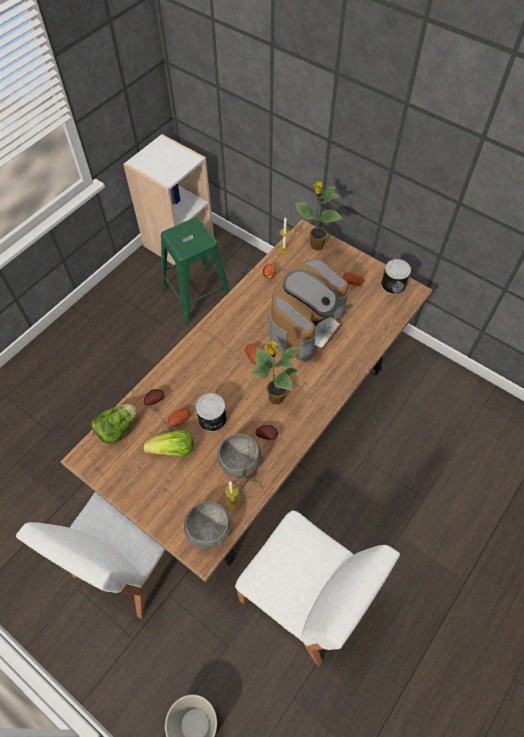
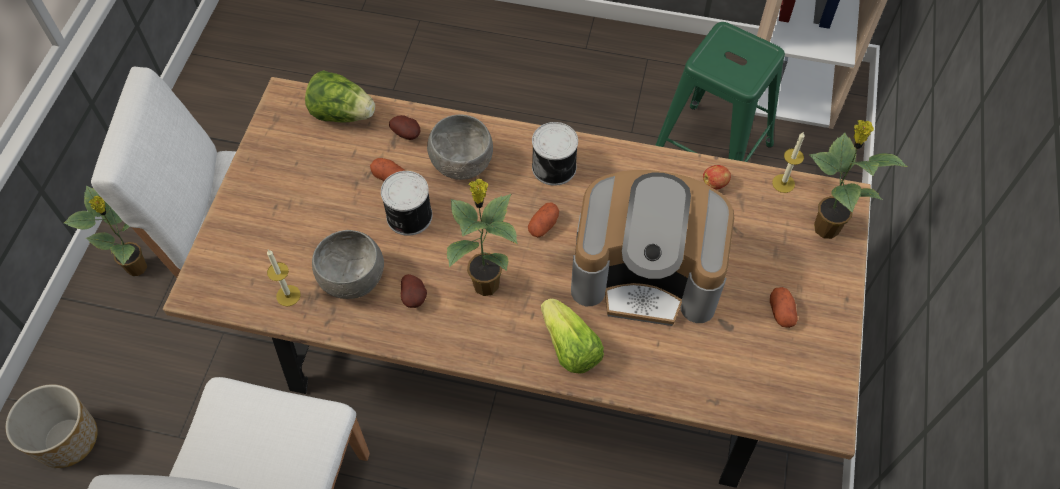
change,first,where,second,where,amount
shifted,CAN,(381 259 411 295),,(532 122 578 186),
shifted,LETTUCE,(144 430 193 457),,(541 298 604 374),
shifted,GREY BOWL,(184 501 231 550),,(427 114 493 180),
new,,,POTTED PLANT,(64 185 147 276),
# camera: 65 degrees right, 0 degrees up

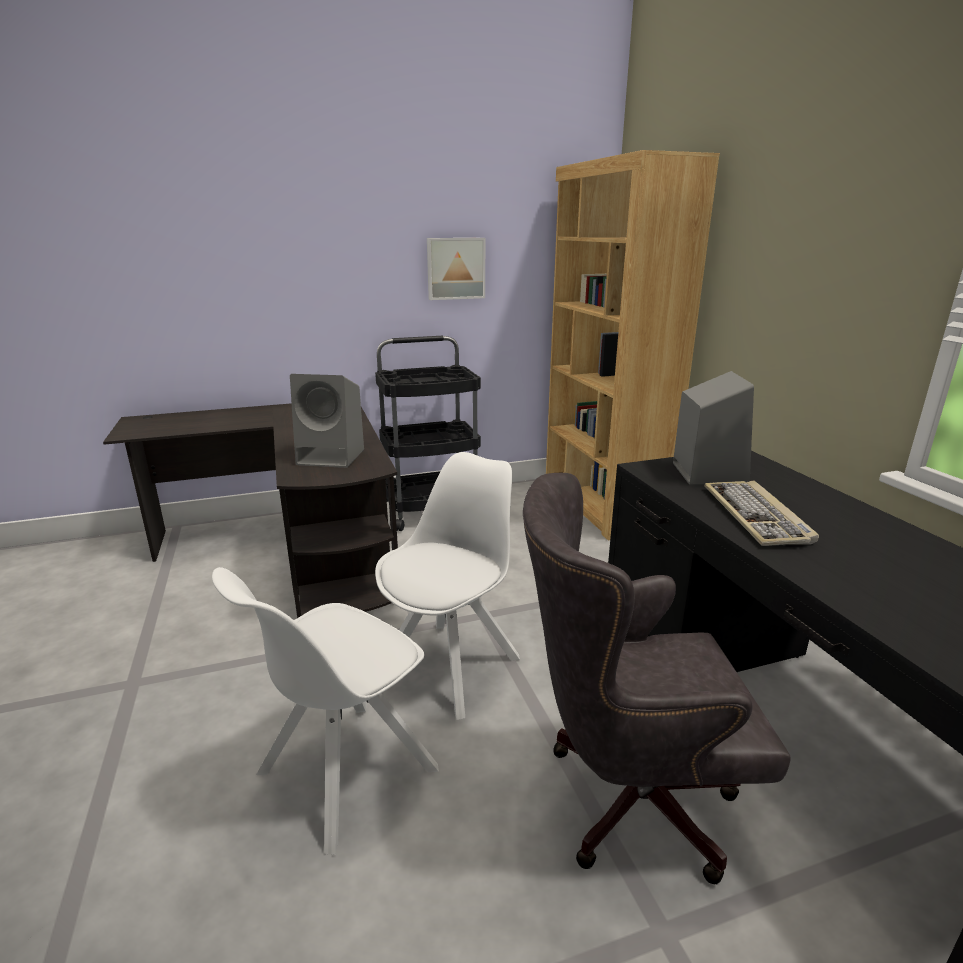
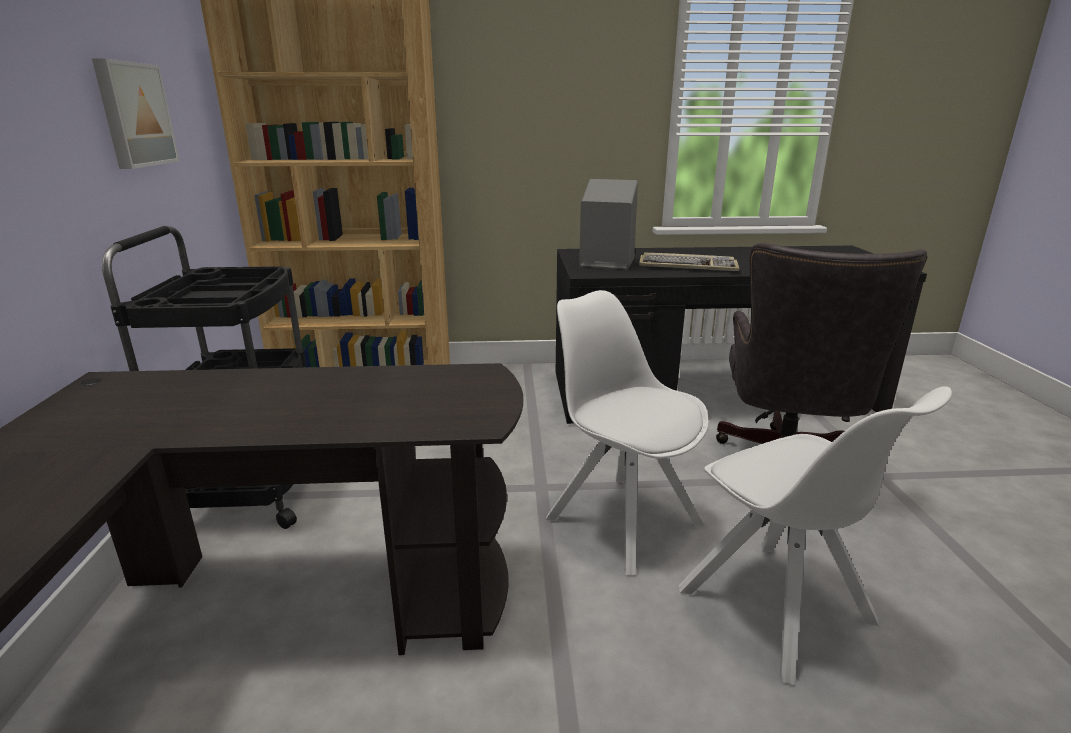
change,first,where,second,where,amount
gone,GREY SPEAKER,(290 374 364 468),,,
# camera: 75 degrees left, 0 degrees up

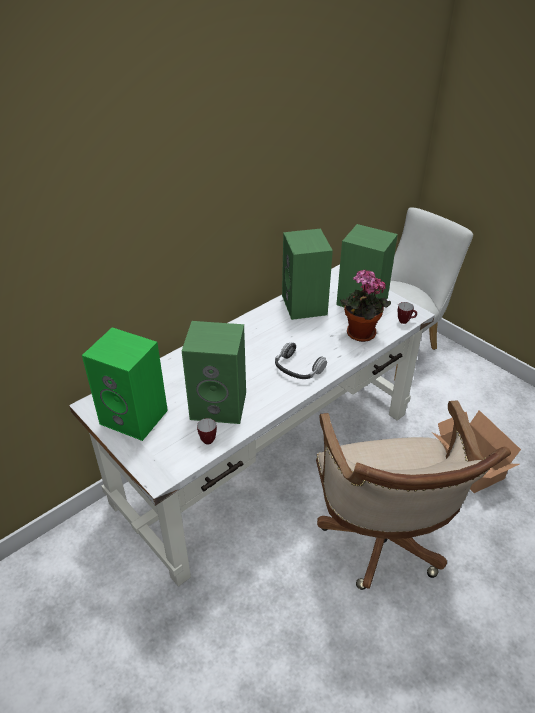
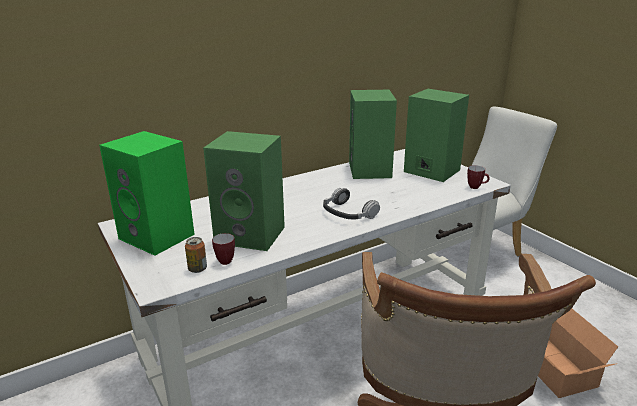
change,first,where,second,where,amount
gone,POTTED PLANT,(340 269 391 342),,,
new,,,CAN,(185 237 207 273),
# camera: 10 degrees right, 15 degrees down

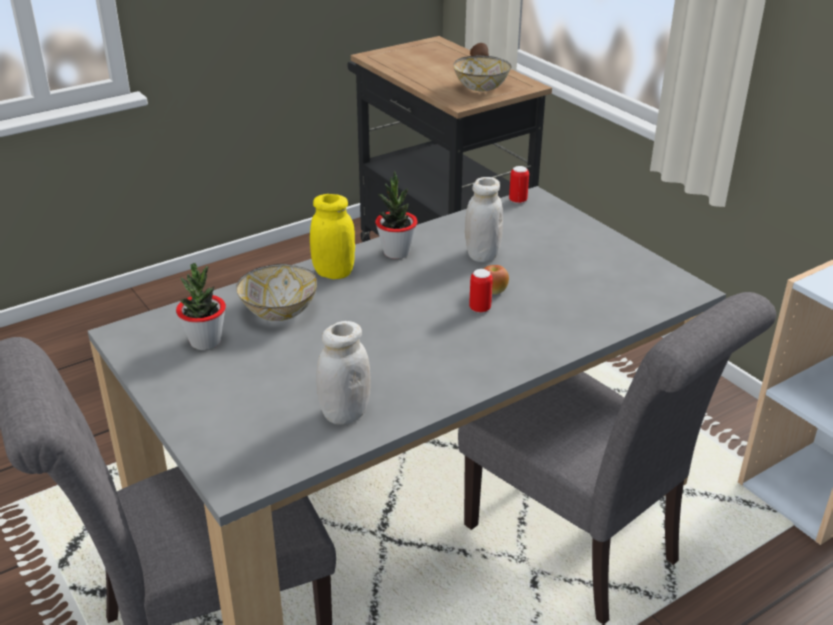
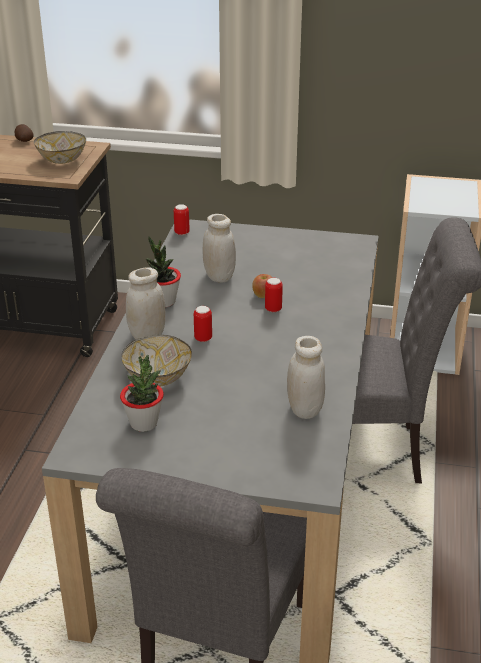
change,first,where,second,where,amount
repainted,YELLOW JAR,(310 194 355 279),WHITE JAR,(126 267 165 340),
new,,,CAN,(194 306 212 342),
# camera: 45 degrees left, 0 degrees up

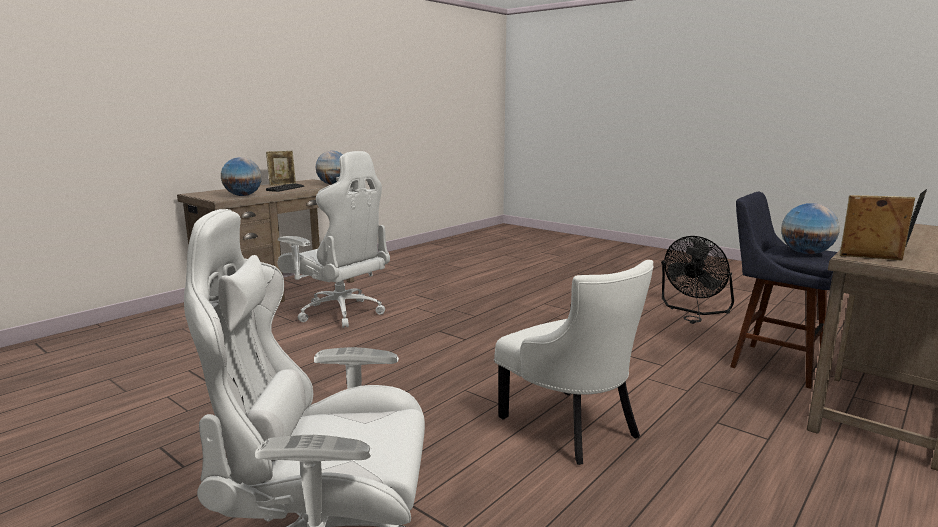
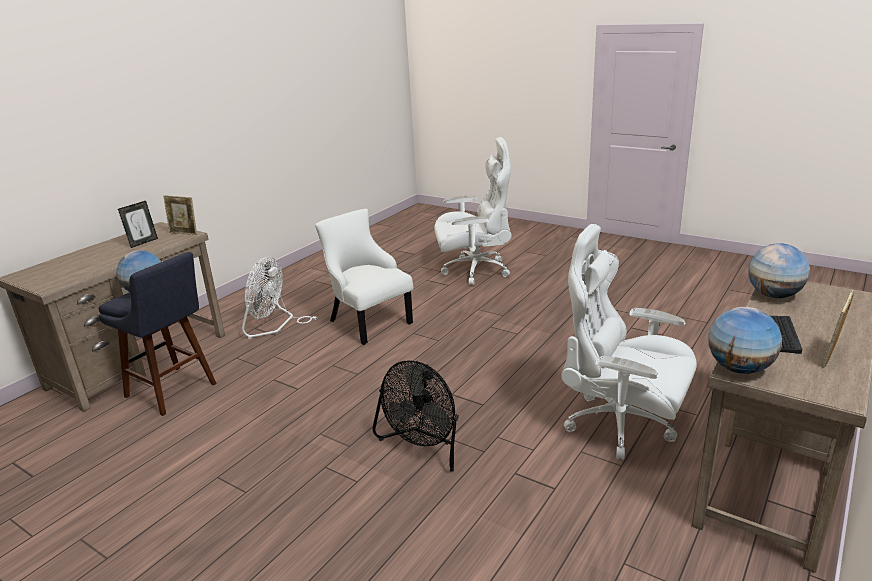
change,first,where,second,where,amount
shifted,BLACK FAN,(661 236 734 324),,(372 360 459 471),
new,,,WHITE FAN,(242 257 317 339),
# camera: 175 degrees right, 10 degrees up

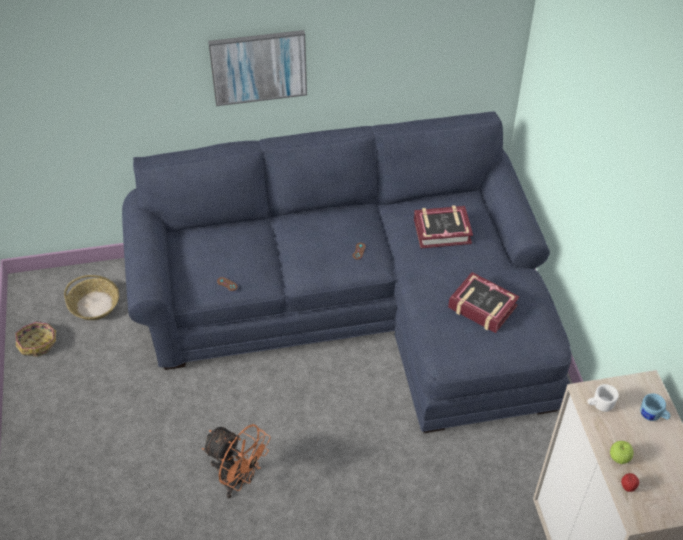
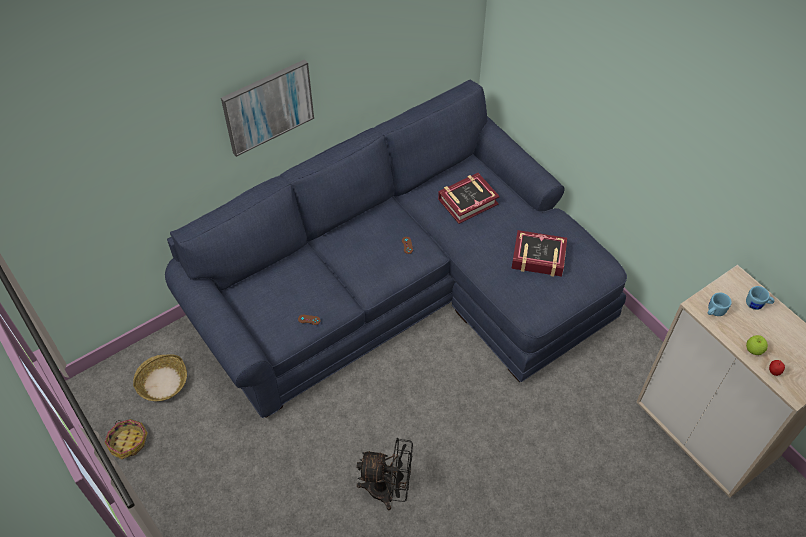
change,first,where,second,where,amount
repainted,WHITE MUG,(587 384 618 412),BLUE MUG,(707 293 732 316),
repainted,ORANGE FAN,(202 424 271 498),BLACK FAN,(356 438 413 510),
# camera: 25 degrees left, 5 degrees up

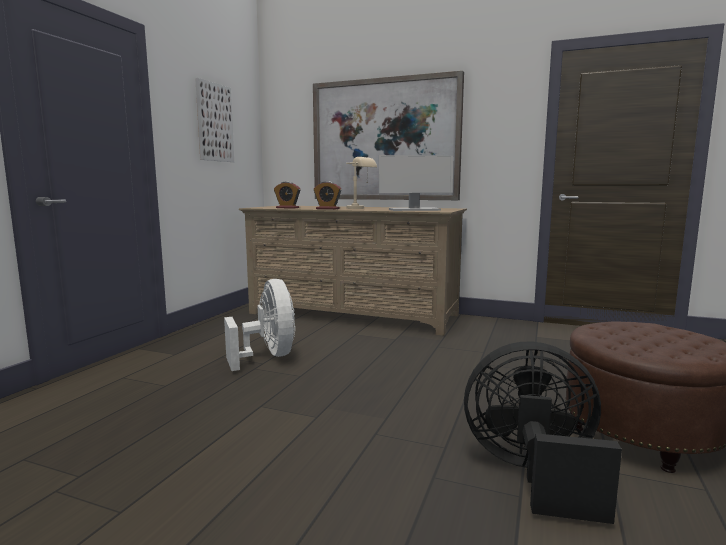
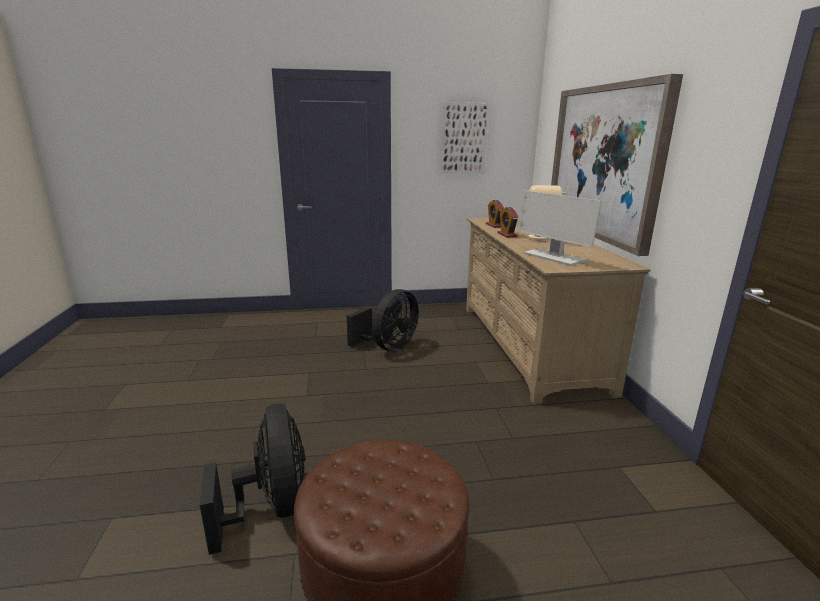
change,first,where,second,where,amount
repainted,WHITE FAN,(224 279 295 371),BLACK FAN,(347 289 419 351),
# camera: 60 degrees right, 10 degrees up

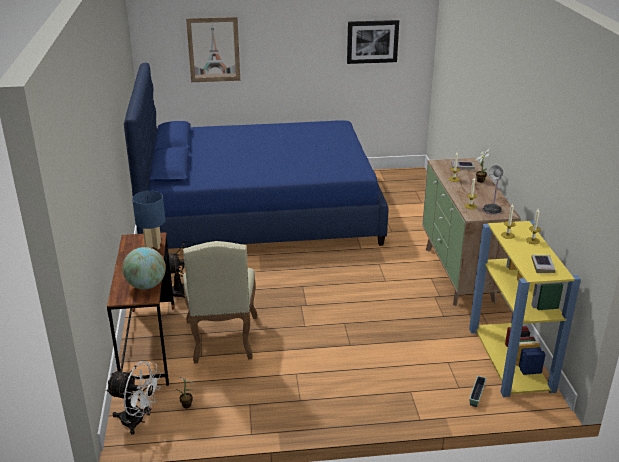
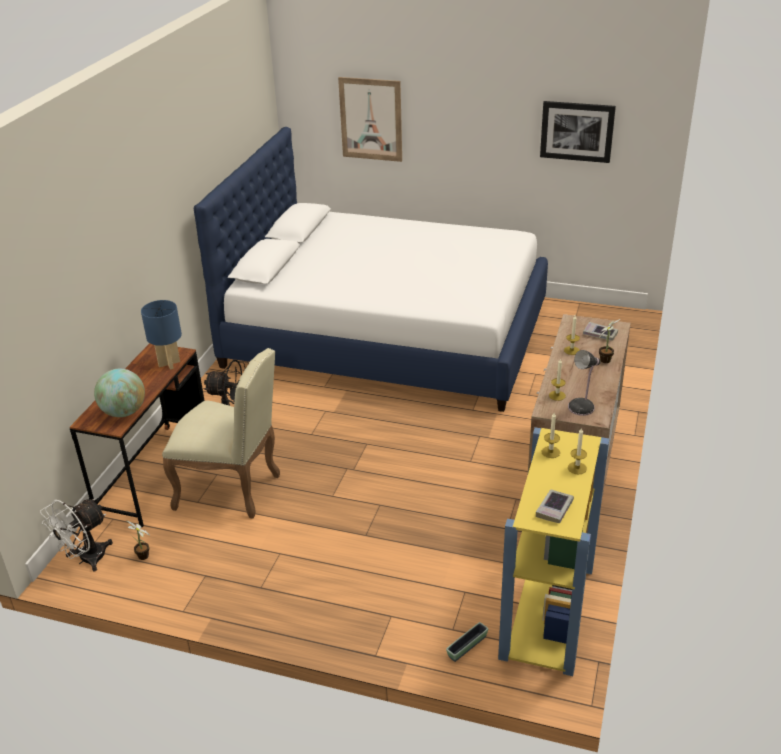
change,first,where,second,where,amount
repainted,BLUE BED,(124 63 388 249),WHITE BED,(194 127 548 412),
rotated,BEIGE CHAIR,(183 241 257 363),,(162 348 280 519),90 degrees counterclockwise
rotated,WHITE FAN,(106 361 161 435),,(40 499 113 571),90 degrees clockwise
# camera: 25 degrees right, 5 degrees up

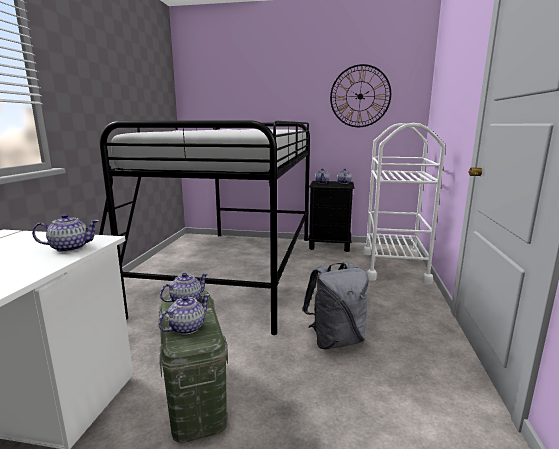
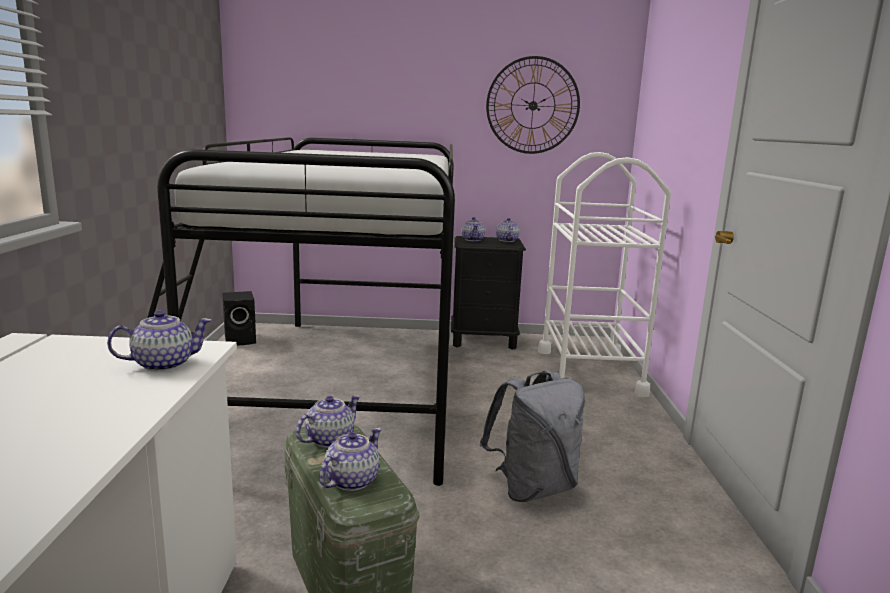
change,first,where,second,where,amount
new,,,BLACK SPEAKER,(222 291 256 346),
# camera: 10 degrees left, 0 degrees up

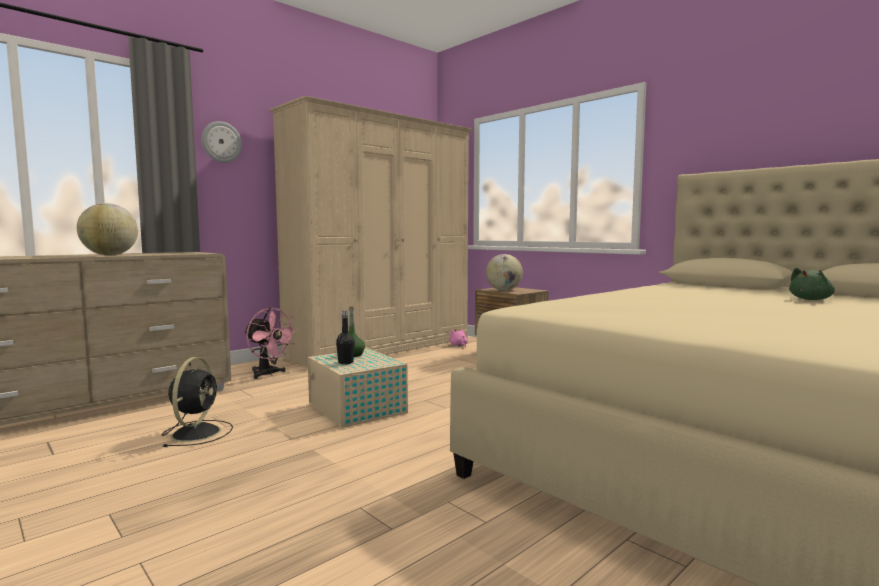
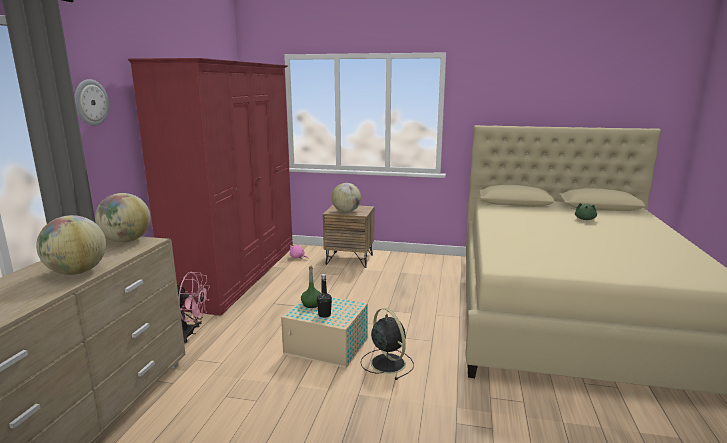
change,first,where,second,where,amount
repainted,BEIGE WARDROBE,(270 96 472 367),RED WARDROBE,(128 58 293 316),
shifted,BLACK FAN,(162 357 233 447),,(361 308 414 380),
new,,,GLOBE,(95 193 151 242),
# camera: 35 degrees left, 10 degrees up

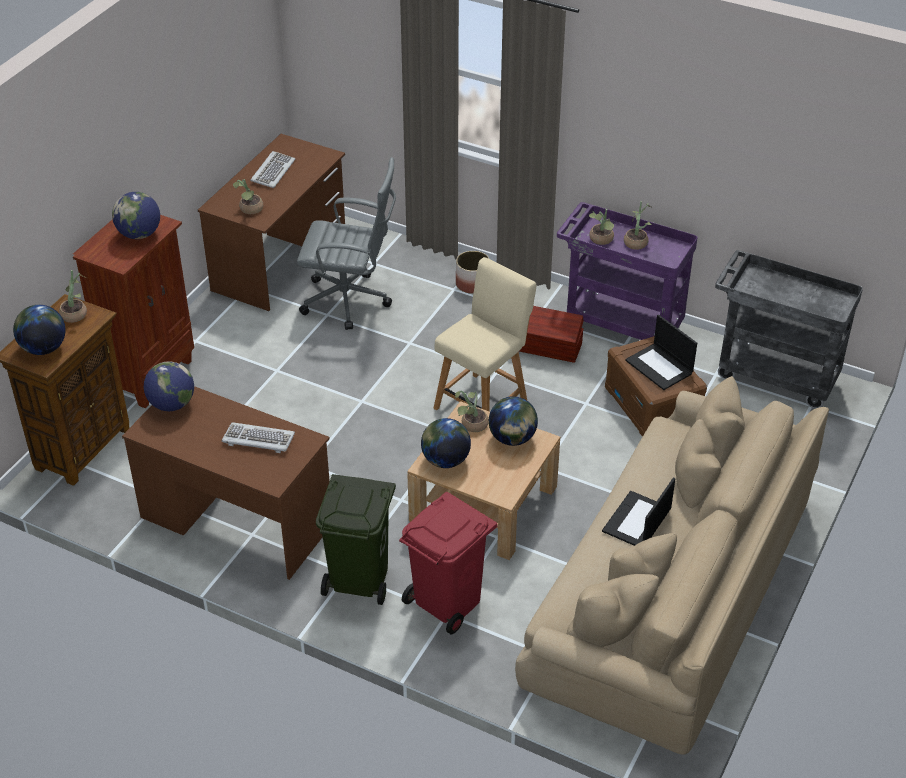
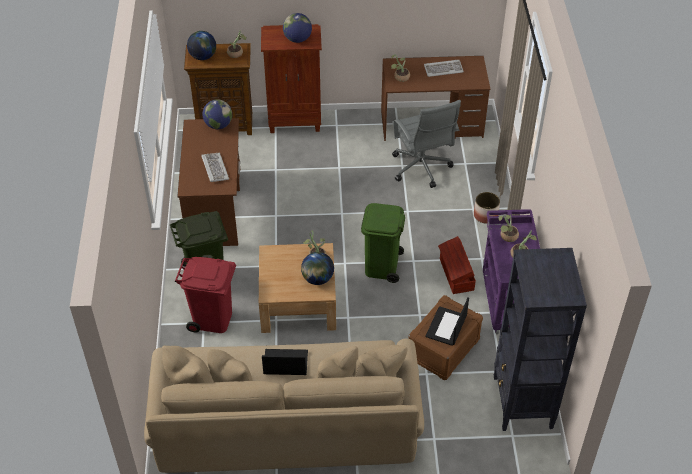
change,first,where,second,where,amount
swapped,BLACK CART,(715 250 863 409),BLACK BOOKCASE,(493 248 587 431),
swapped,BEIGE CHAIR,(434 257 536 411),GREEN TRASH CAN,(361 203 405 283),
gone,GLOBE,(421 418 471 468),,,
# camera: 60 degrees right, 5 degrees up

